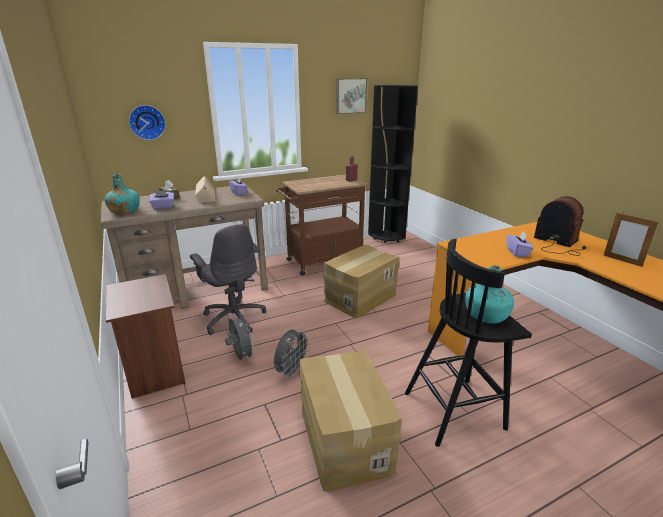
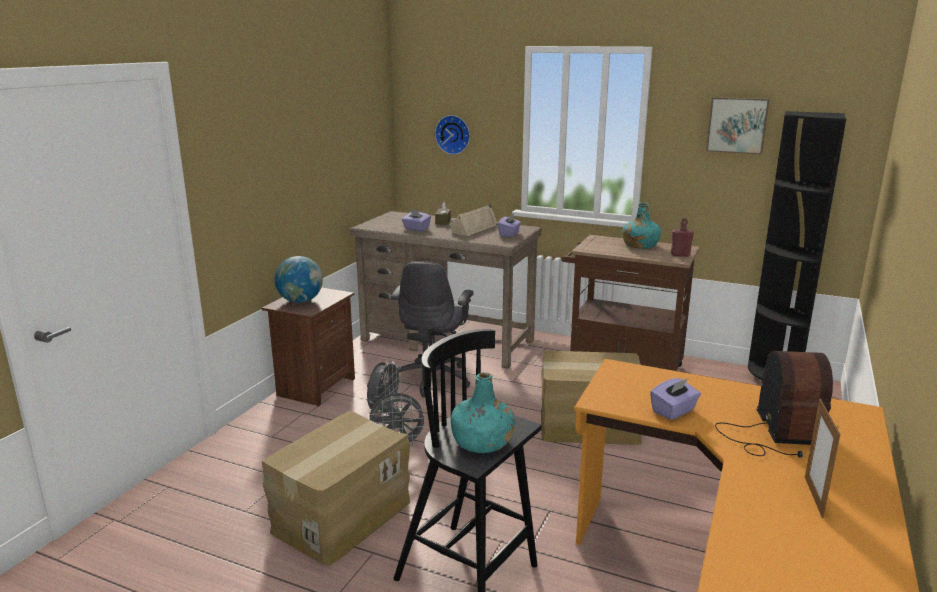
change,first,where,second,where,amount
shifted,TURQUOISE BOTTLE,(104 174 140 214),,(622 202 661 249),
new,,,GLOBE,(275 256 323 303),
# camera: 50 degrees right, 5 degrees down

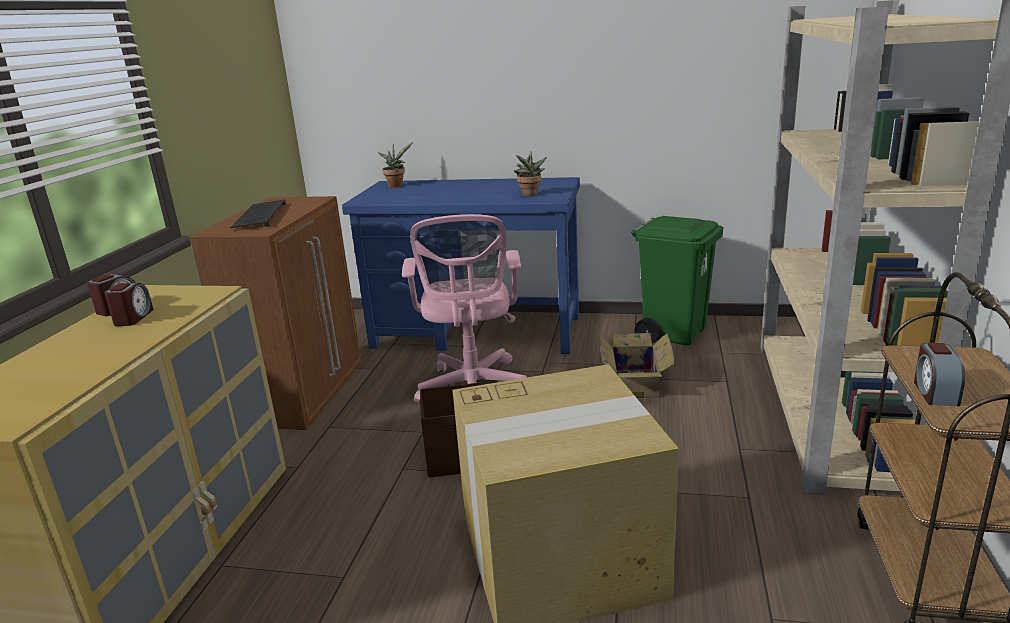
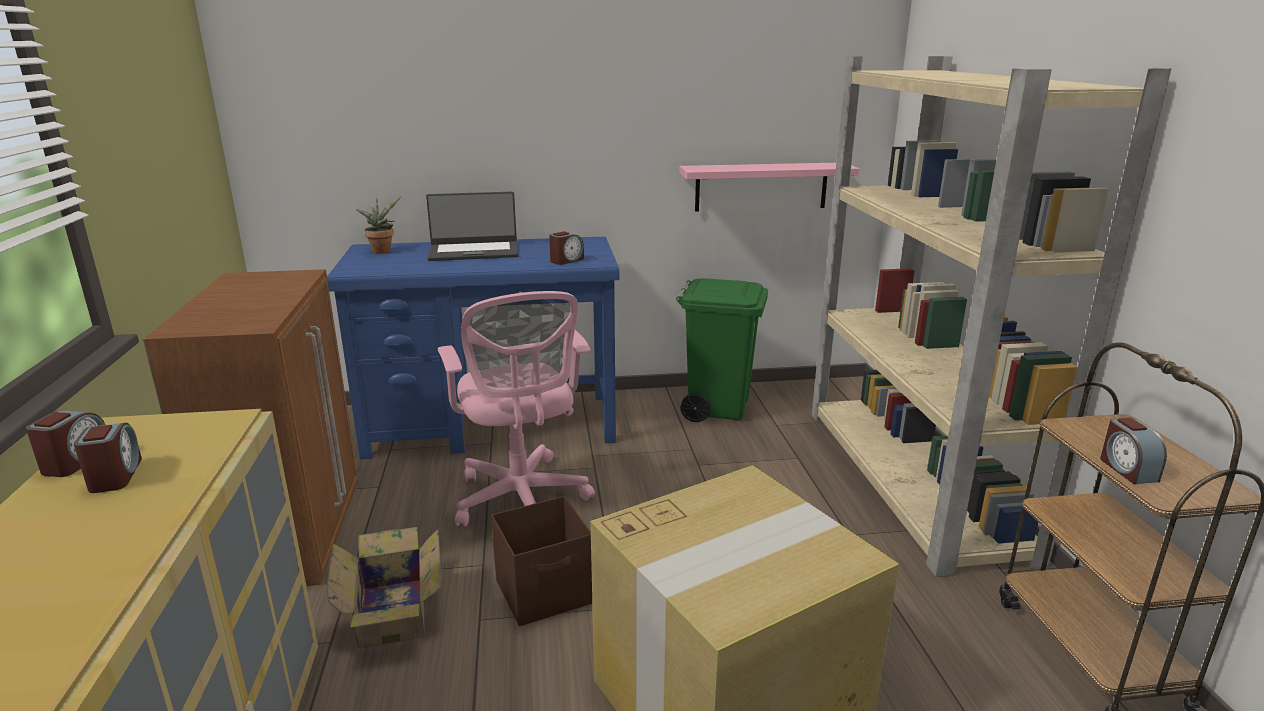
change,first,where,second,where,amount
swapped,POTTED PLANT,(514 151 547 196),ALARM CLOCK,(549 231 584 265),
gone,KEYBOARD,(230 199 286 228),,,
shifted,CARDBOARD BOX,(599 333 675 398),,(327 527 442 648),
new,,,PINK SHELF,(679 163 859 212),
new,,,LAPTOP,(426 192 519 261),
# camera: 20 degrees left, 0 degrees up

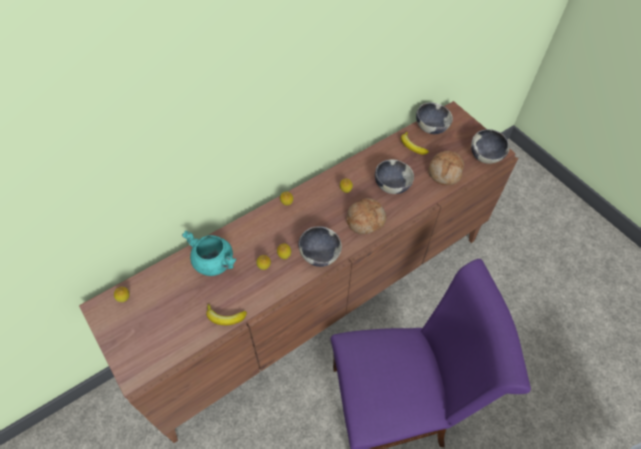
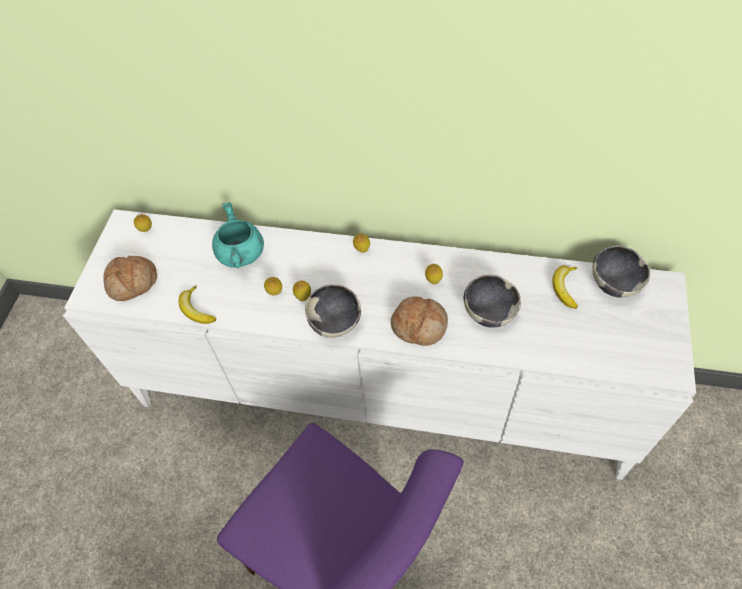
change,first,where,second,where,amount
repainted,BROWN CABINET,(79 101 518 443),WHITE CABINET,(63 209 696 480),
gone,BOWL,(471 129 509 164),,,
shifted,BREAD,(428 151 464 185),,(103 256 157 301),
# camera: 50 degrees right, 0 degrees up

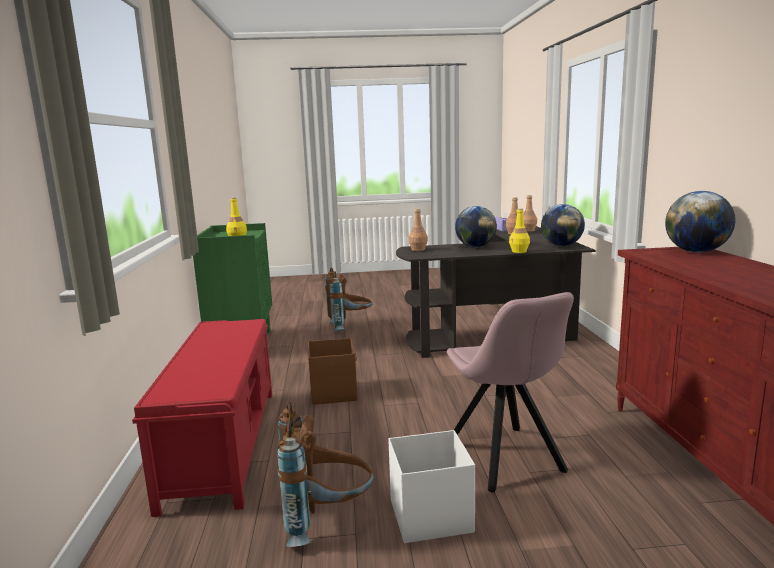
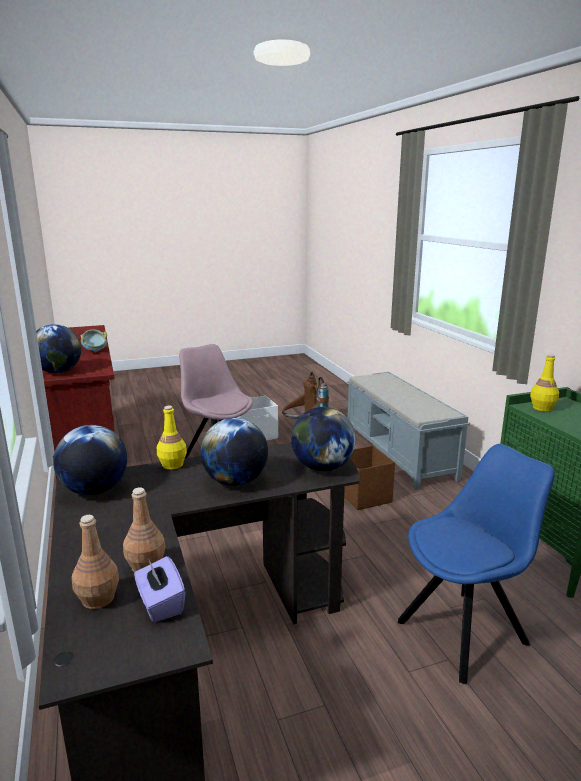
change,first,where,second,where,amount
swapped,BROWN BOTTLE,(409 208 428 251),GLOBE,(291 407 356 471),
swapped,BROWN BACKPACK,(325 267 373 332),BLUE CHAIR,(398 444 555 684),
repainted,RED BENCH,(132 319 272 517),GREY BENCH,(347 372 470 490),
new,,,BOWL,(81 329 107 352),
# camera: 165 degrees right, 5 degrees up

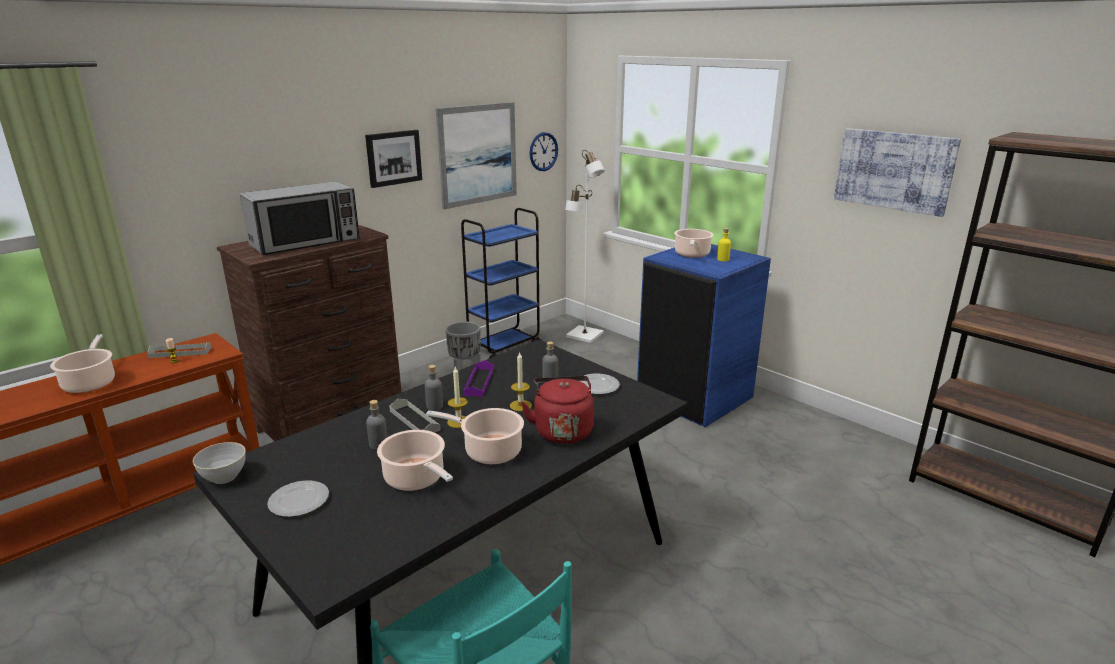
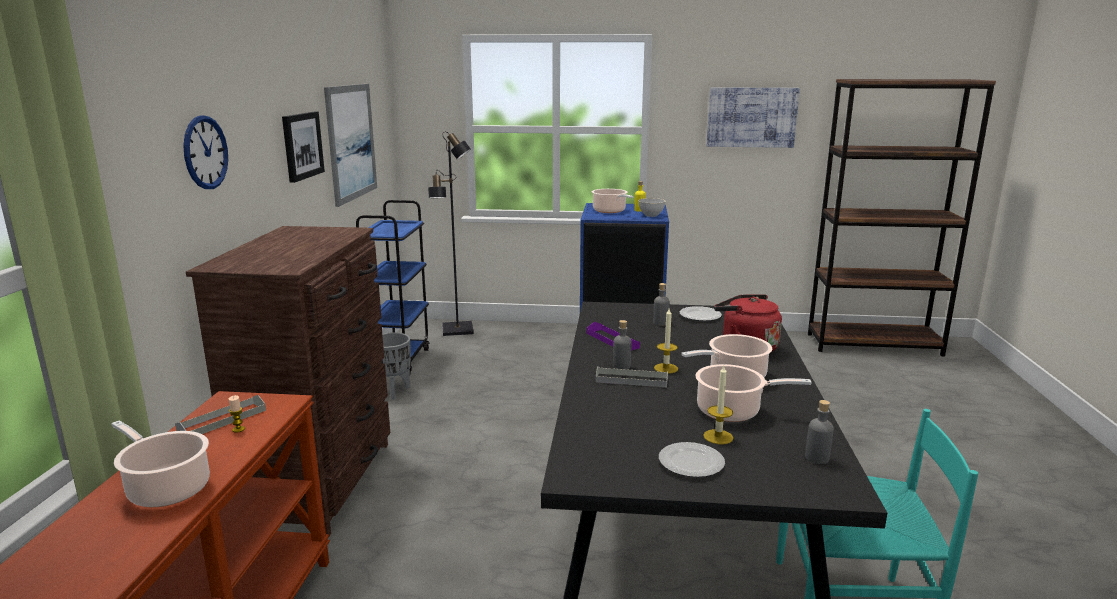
change,first,where,second,where,amount
shifted,WALL CLOCK,(530 132 558 171),,(183 115 228 189),
repainted,WHITE FLOOR LAMP,(565 150 605 343),BLACK FLOOR LAMP,(428 131 474 336),
gone,MICROWAVE,(240 181 360 255),,,
shifted,CANDLE,(510 351 532 411),,(703 366 733 444),
shifted,GREY BOTTLE,(366 400 387 450),,(805 400 834 464),
shifted,GREY BOWL,(193 442 245 484),,(638 198 666 217),
# camera: 40 degrees left, 5 degrees down

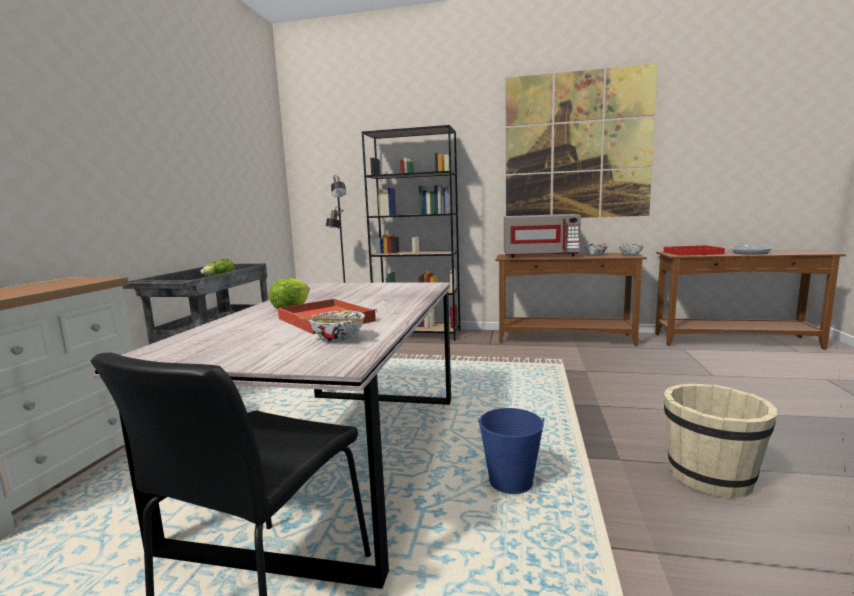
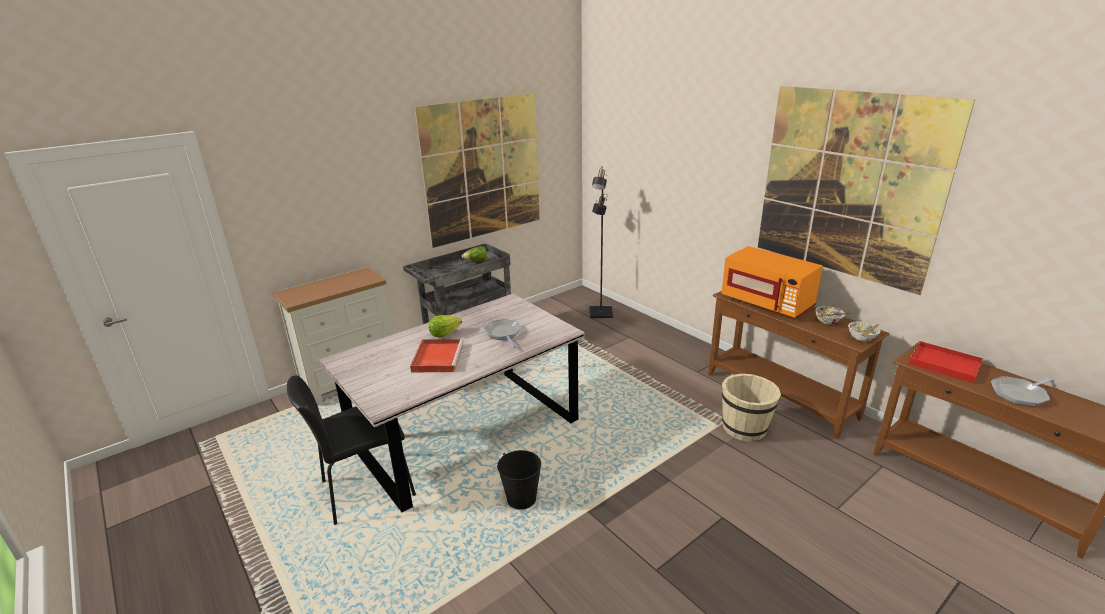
change,first,where,second,where,amount
gone,BEIGE BOOKCASE,(362 125 460 341),,,
repainted,GREY MICROWAVE,(504 214 581 258),ORANGE MICROWAVE,(721 246 823 318),
gone,BOWL,(297 310 366 342),,,
shifted,BEIGE BUCKET,(664 384 777 498),,(722 373 781 441),
repainted,BLUE BUCKET,(478 408 545 494),BLACK BUCKET,(497 450 541 510),
new,,,PICTURE,(415 93 540 248),
new,,,FRYING PAN,(484 319 522 348),
# camera: 40 degrees right, 15 degrees up

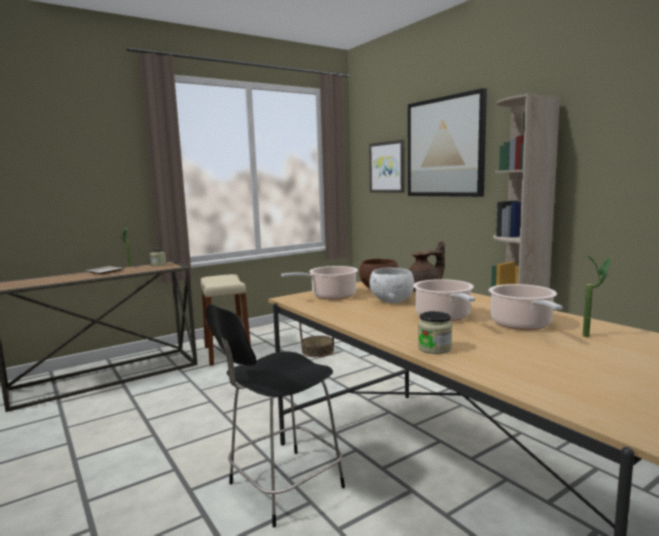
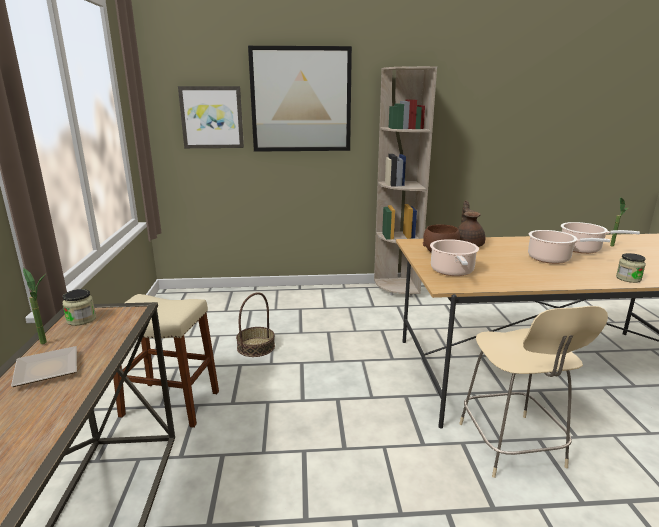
change,first,where,second,where,amount
gone,WHITE BOWL,(369 268 414 303),,,
repainted,BLACK CHAIR,(206 304 345 527),BEIGE CHAIR,(459 306 608 478),
# camera: 60 degrees left, 10 degrees up

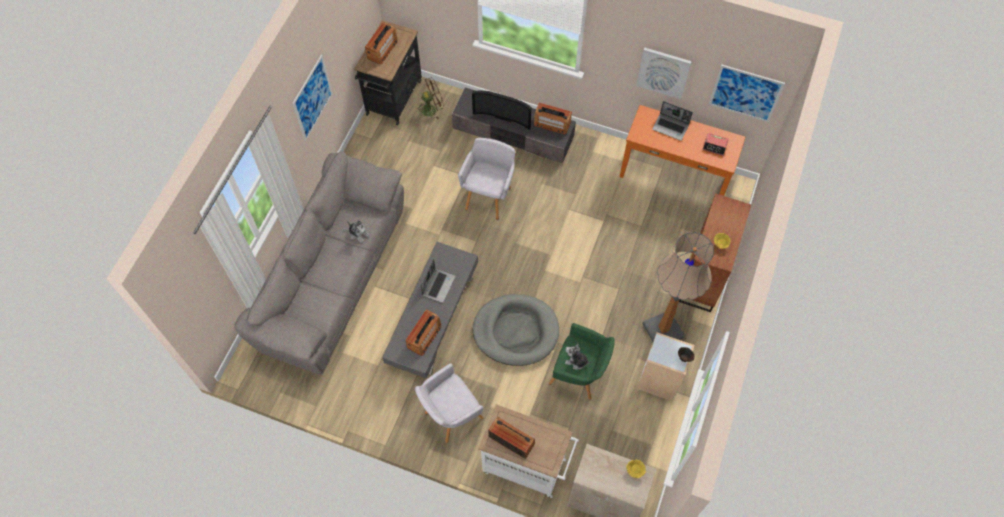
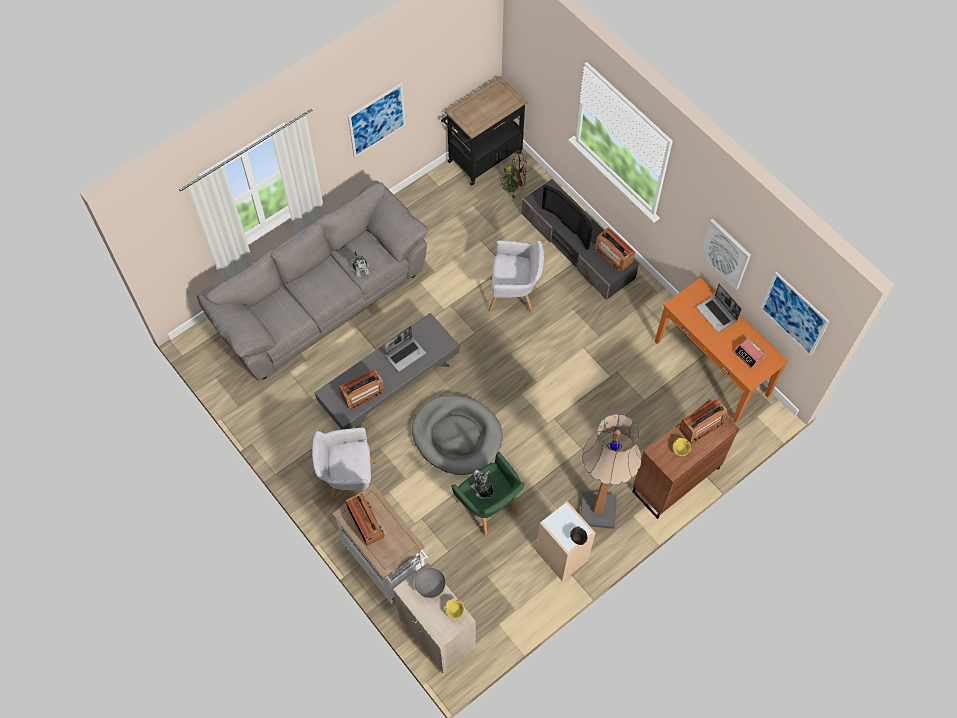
change,first,where,second,where,amount
shifted,RADIO,(365 22 398 64),,(679 398 728 444),
rotated,GREY ARMCHAIR,(458 138 515 220),,(489 240 544 314),45 degrees clockwise
new,,,GREY BOWL,(415 568 445 598),
# camera: 30 degrees right, 0 degrees up

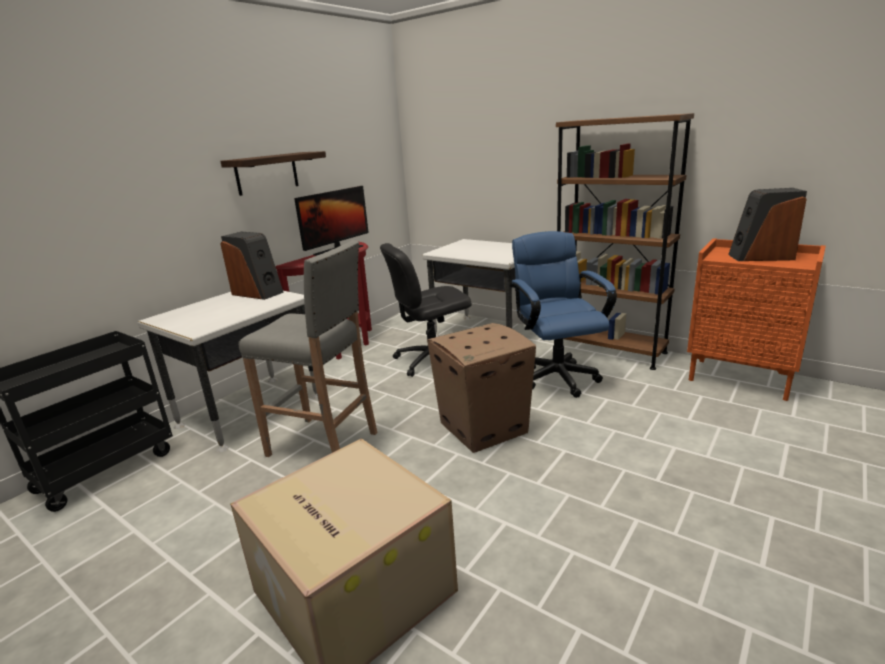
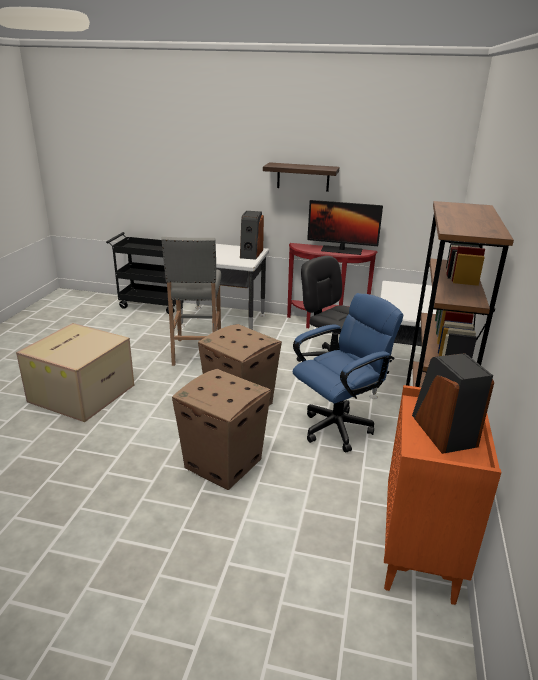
change,first,where,second,where,amount
new,,,CARDBOARD BOX,(172 369 271 490),
# camera: 65 degrees right, 5 degrees up

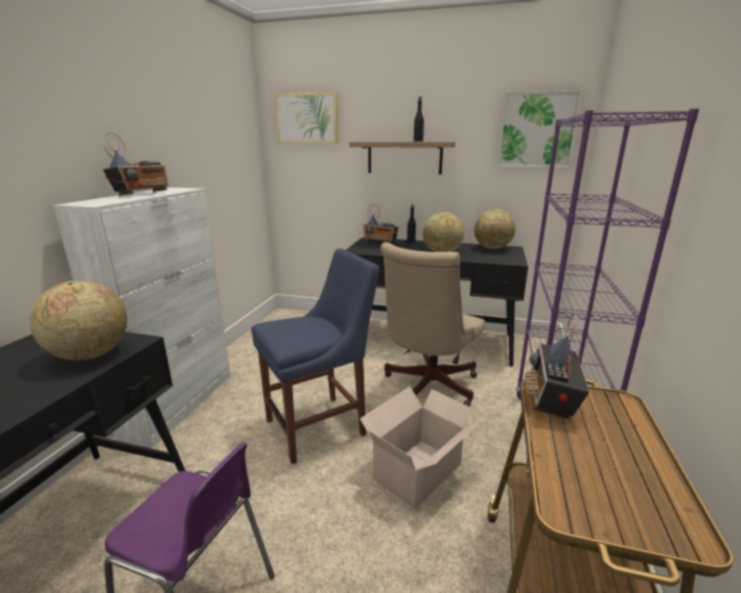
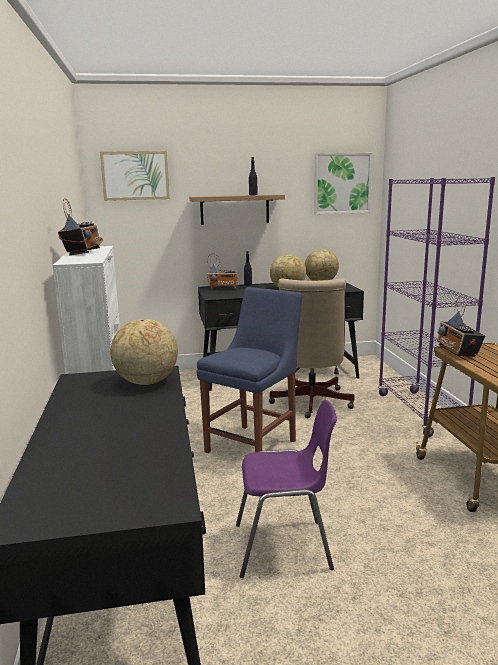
change,first,where,second,where,amount
gone,CARDBOARD BOX,(360 386 482 509),,,
# camera: 25 degrees left, 5 degrees down

